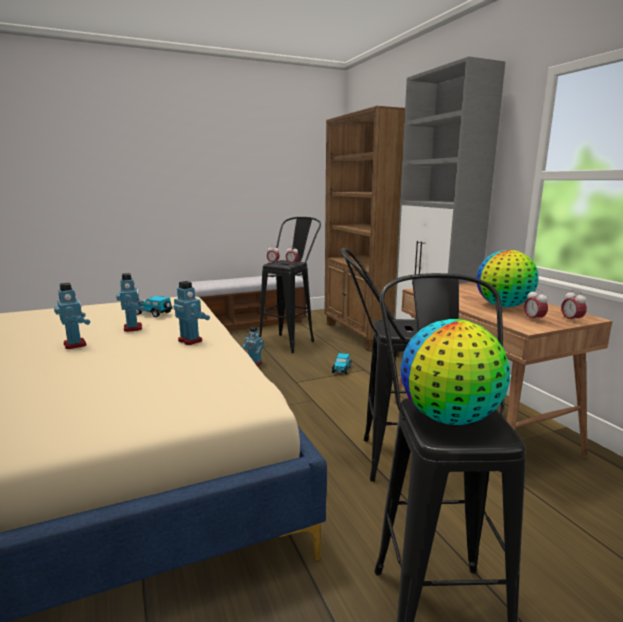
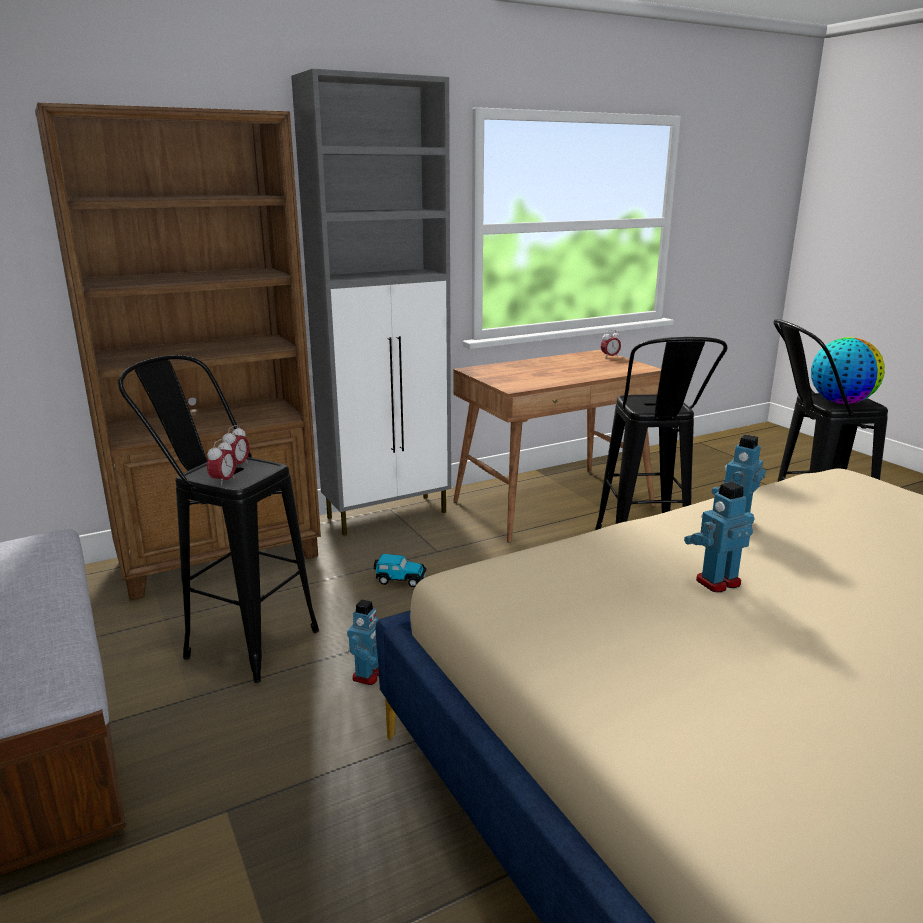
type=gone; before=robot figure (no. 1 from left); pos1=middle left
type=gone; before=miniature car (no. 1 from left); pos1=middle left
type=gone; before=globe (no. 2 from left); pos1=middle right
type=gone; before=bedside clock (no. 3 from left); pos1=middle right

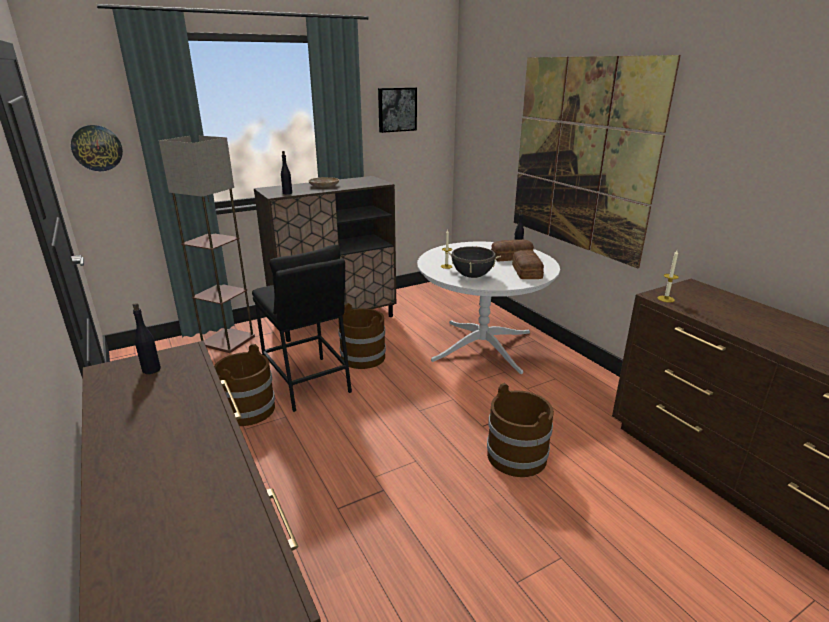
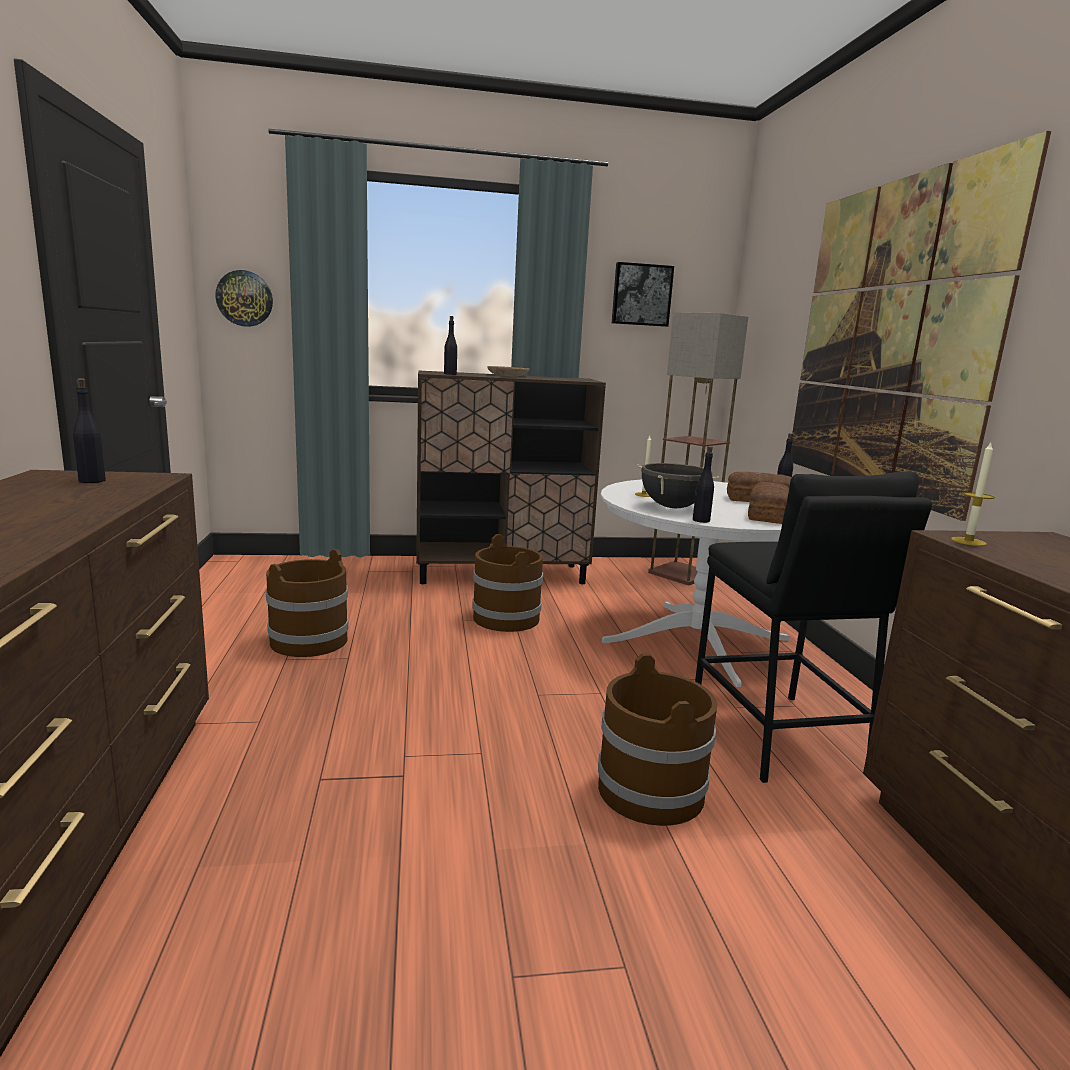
type=new; after=bottle in black (no. 3 from left); pos2=centre
type=shifted; before=standard lamp; pos1=middle left; pos2=centre
type=shifted; before=stool seat in black; pos1=centre; pos2=middle right

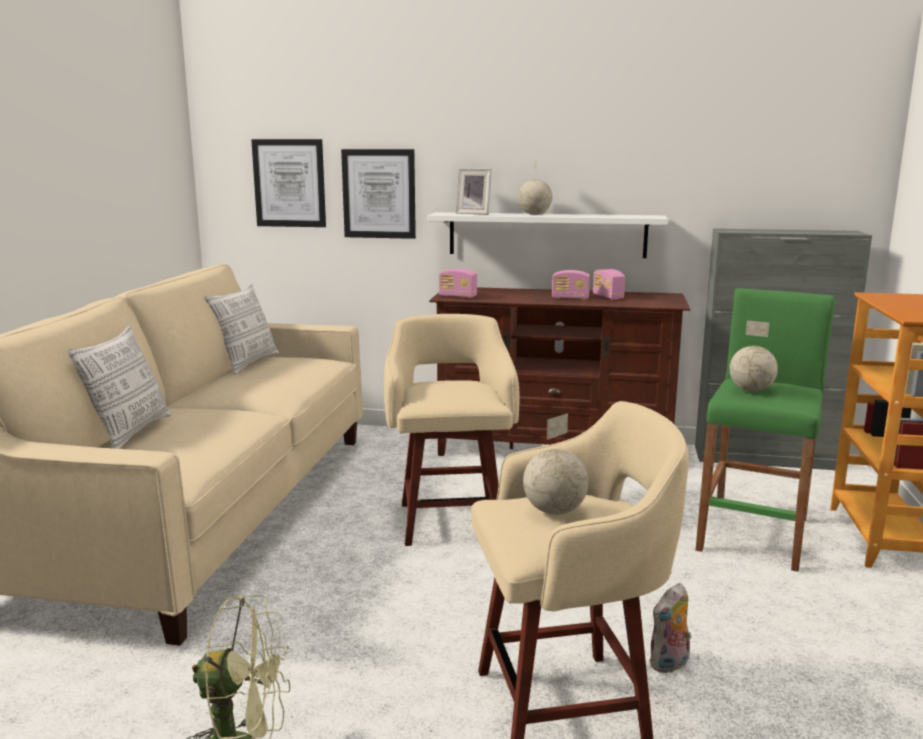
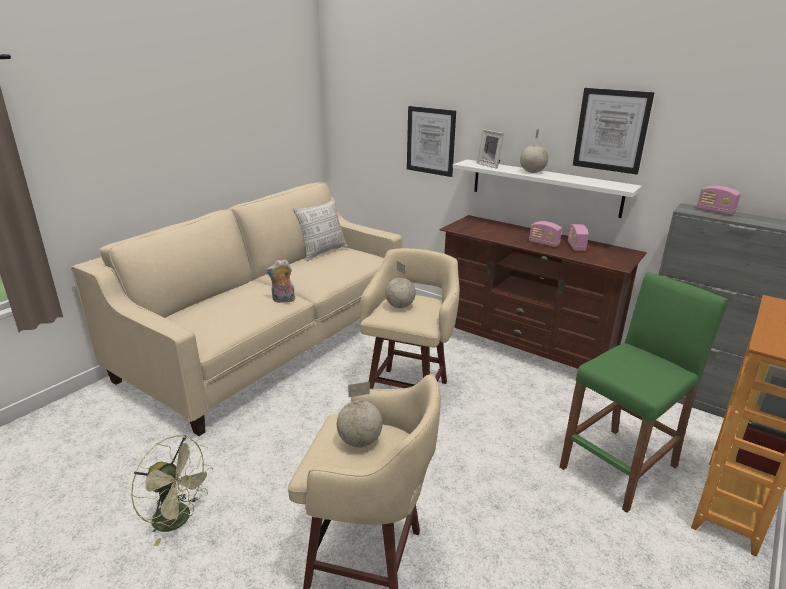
type=gone; before=pillow (no. 1 from left); pos1=middle left
type=shifted; before=picture (no. 1 from left in the first image); after=picture (no. 2 from left); pos1=top left; pos2=top right
type=shifted; before=radio receiver (no. 1 from left in the first image); after=radio receiver (no. 3 from left); pos1=centre; pos2=middle right
type=shifted; before=cuddly toy; pos1=bottom right; pos2=centre
type=shifted; before=globe (no. 3 from left in the first image); after=globe (no. 2 from left); pos1=middle right; pos2=centre

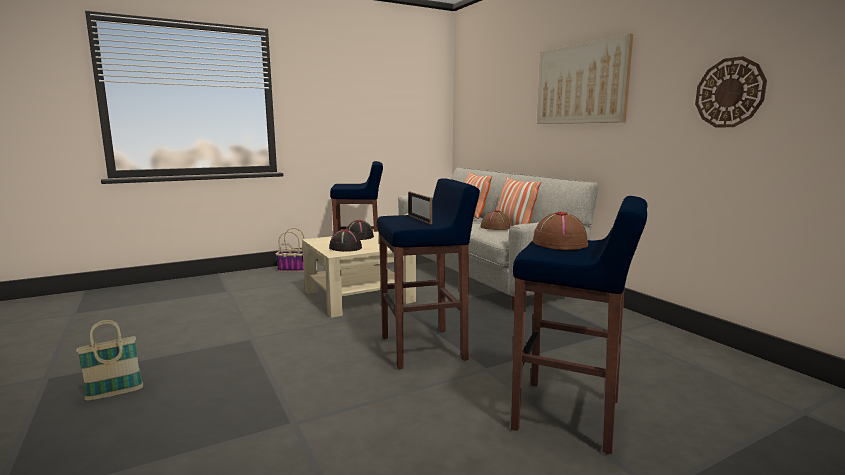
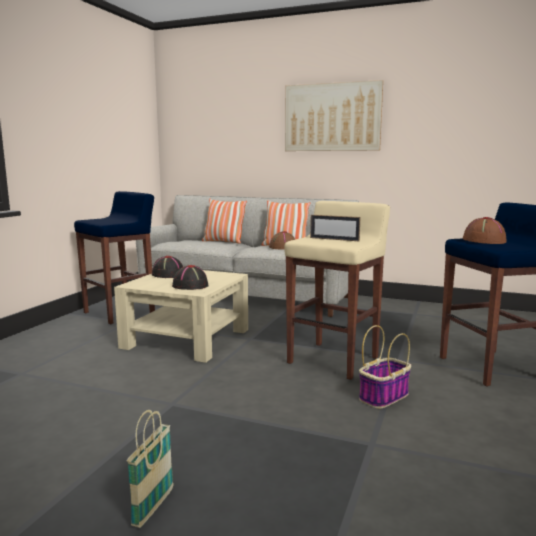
type=gone; before=clock on the wall; pos1=top right
type=shifted; before=household basket (no. 2 from left); pos1=centre; pos2=bottom right
type=repainted; before=stool seat in bluish (no. 2 from left); after=stool seat in beige-coloured; pos1=centre; pos2=centre

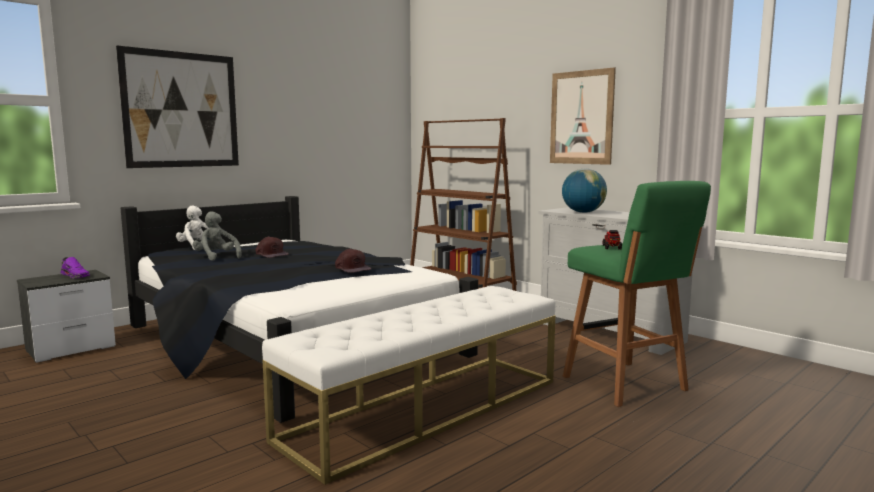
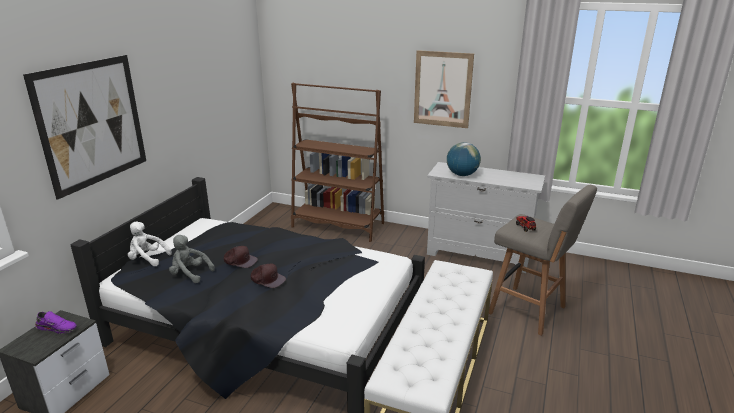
type=shifted; before=cap in brownish (no. 2 from left); pos1=centre; pos2=bottom centre
type=repainted; before=stool seat in greenish; after=stool seat in grey; pos1=middle right; pos2=middle right

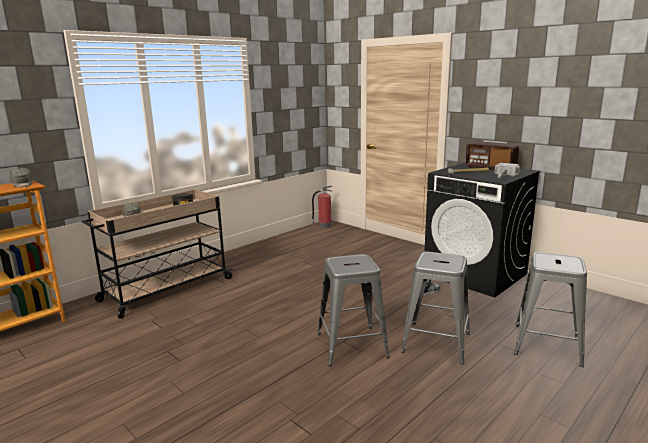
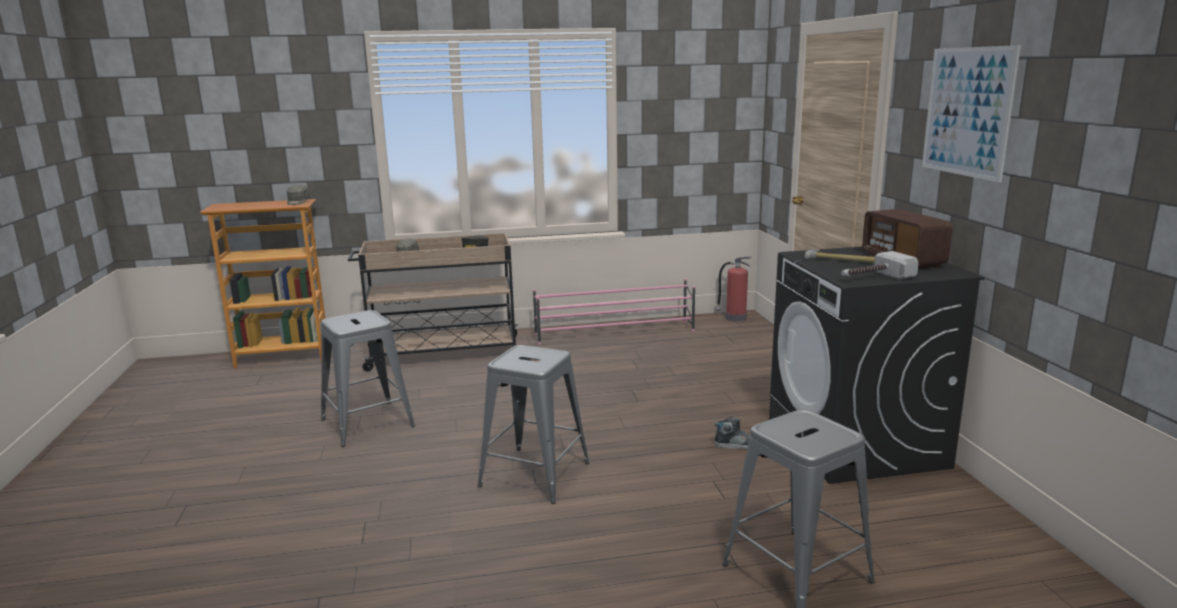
type=new; after=shoe stand in pinkish; pos2=centre
type=new; after=picture; pos2=top right
type=shifted; before=stool seat in grey (no. 2 from left in the first image); after=stool seat in grey (no. 1 from left); pos1=bottom right; pos2=middle left

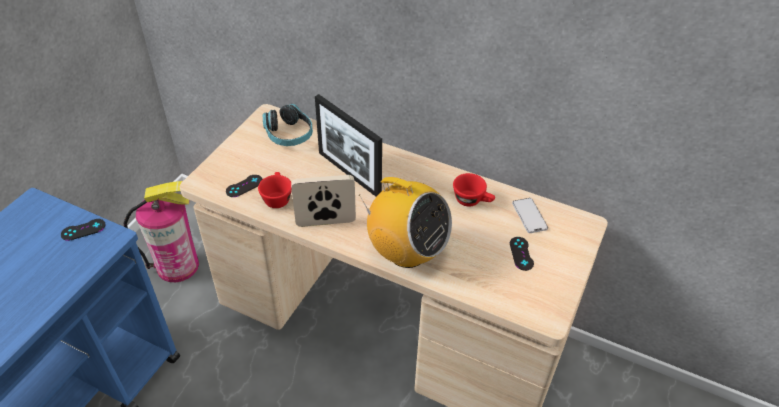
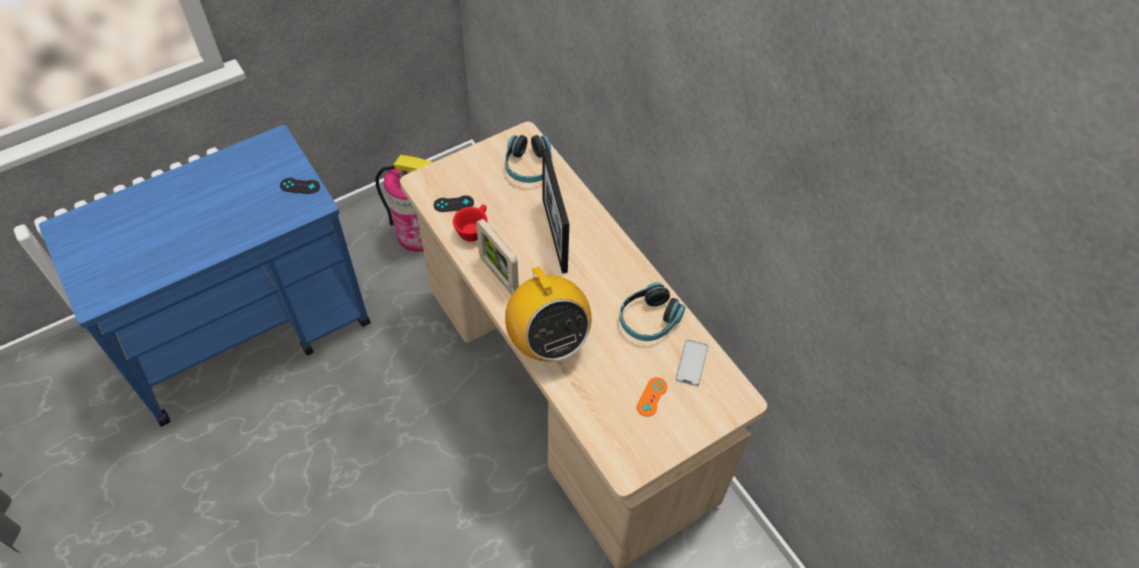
type=swapped; before=drinking cup in red (no. 2 from left); after=pair of headphones (no. 2 from left); pos1=centre; pos2=centre
type=repainted; before=joypad in black (no. 3 from left); after=joypad in orange-coloured; pos1=middle right; pos2=bottom centre
type=rotated; before=picture frame (no. 1 from left); pos1=centre; pos2=centre; turn=-150

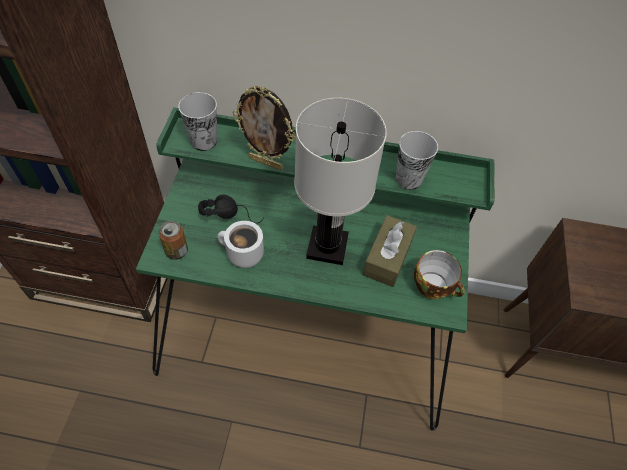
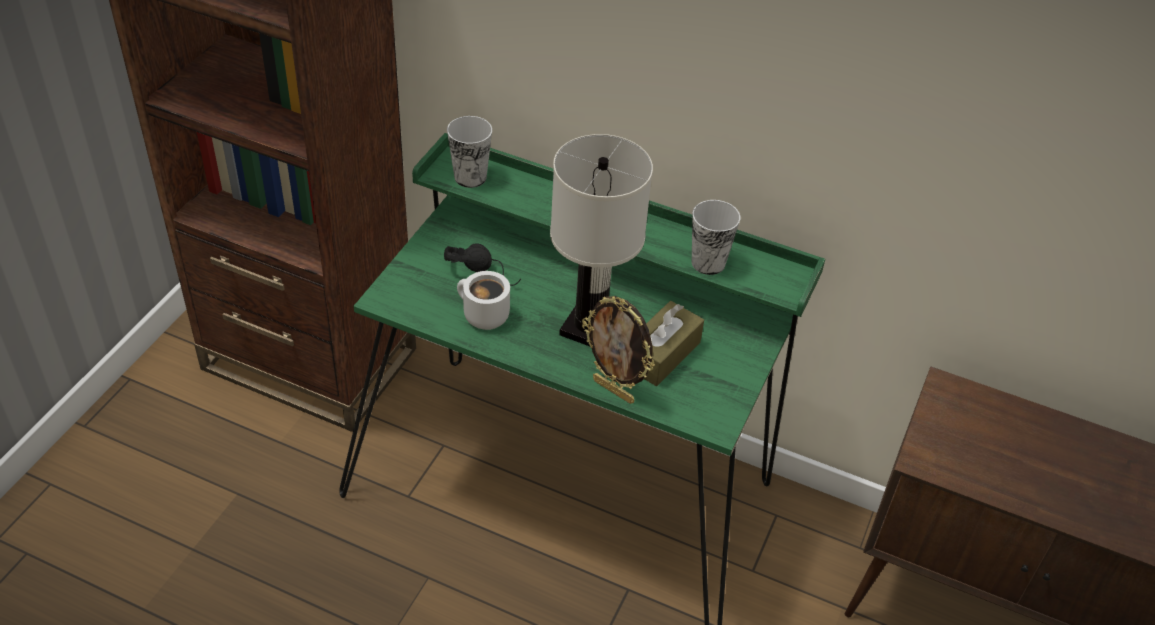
type=gone; before=metal can; pos1=middle left
type=gone; before=drinking cup (no. 3 from left); pos1=middle right
type=shifted; before=picture frame; pos1=top centre; pos2=centre

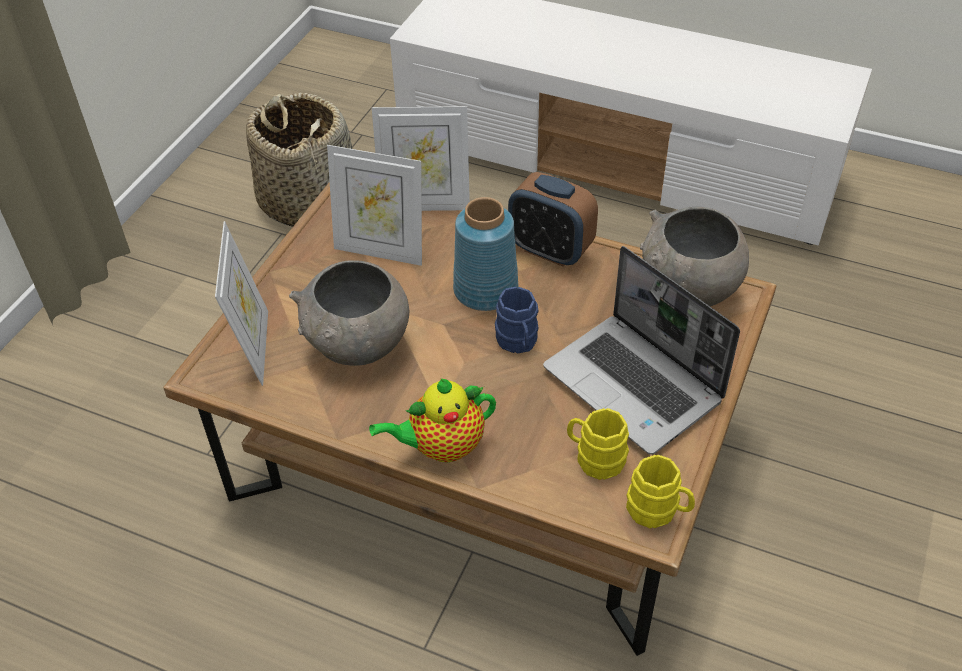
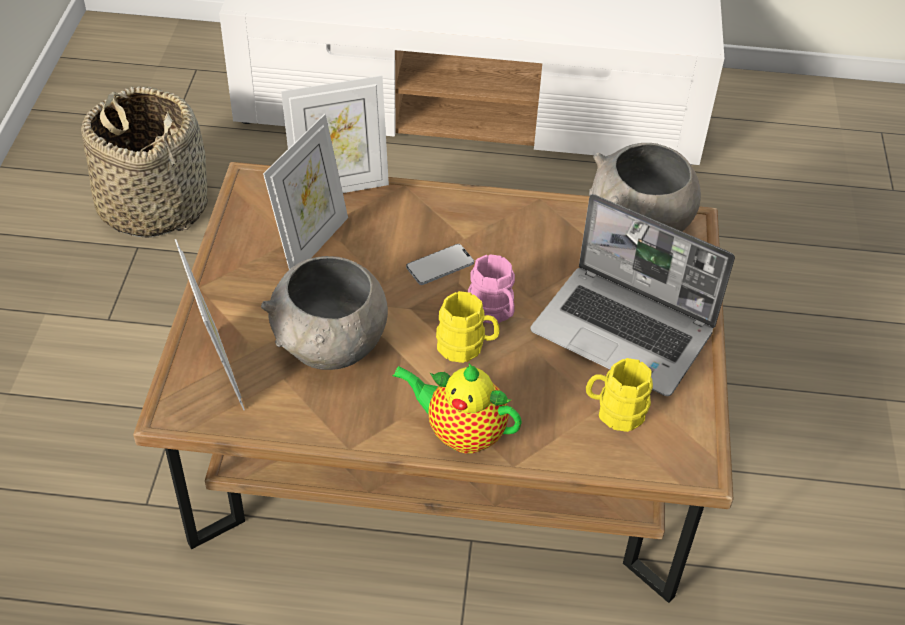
type=gone; before=bedside clock; pos1=top centre
type=shifted; before=tea mug in yellow-coloured (no. 2 from left in the first image); after=tea mug in yellow-coloured (no. 1 from left); pos1=bottom right; pos2=centre
type=swapped; before=vase in bluish; after=handset; pos1=centre; pos2=centre
type=repainted; before=tea mug in bluish; after=tea mug in pinkish; pos1=centre; pos2=centre
type=rotated; before=picture frame (no. 2 from left); pos1=top centre; pos2=top centre; turn=-60
type=rotated; before=tea pot; pos1=centre; pos2=centre; turn=60

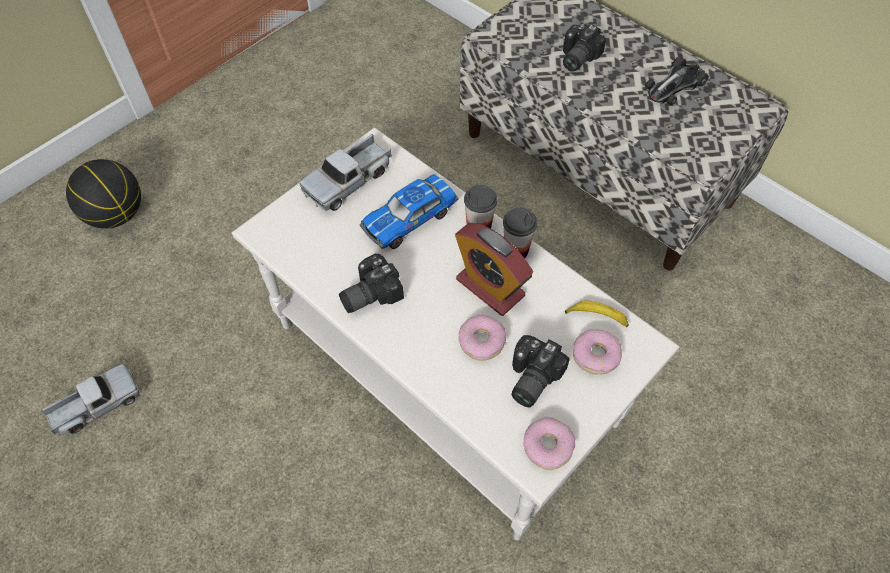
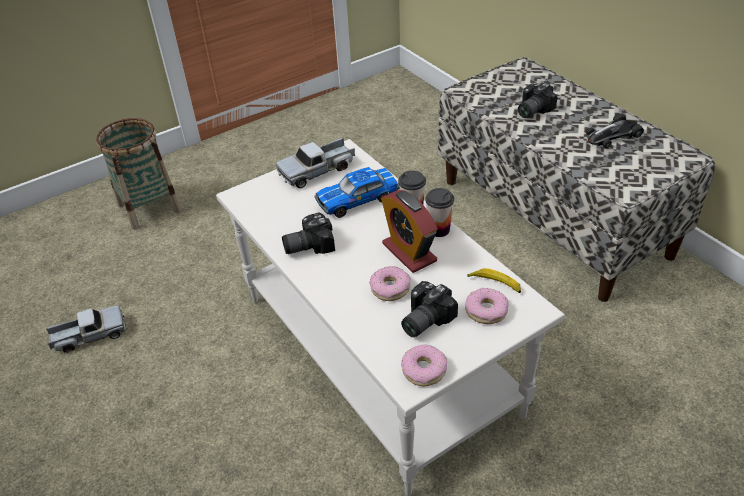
type=swapped; before=basketball ball; after=household basket; pos1=middle left; pos2=middle left

